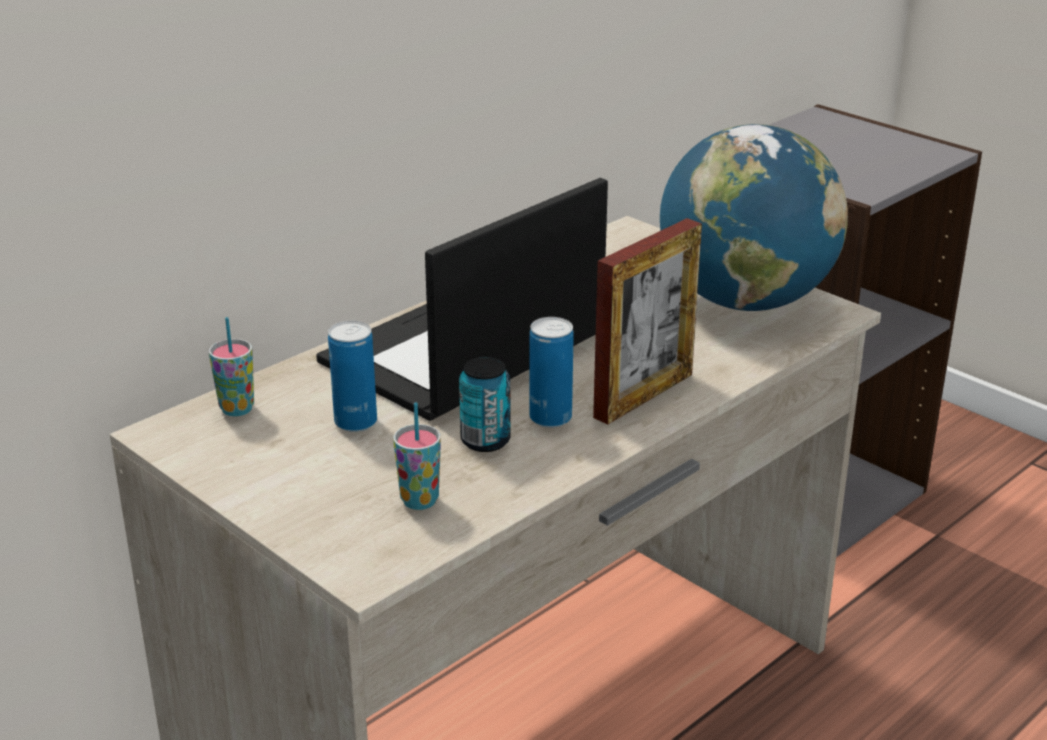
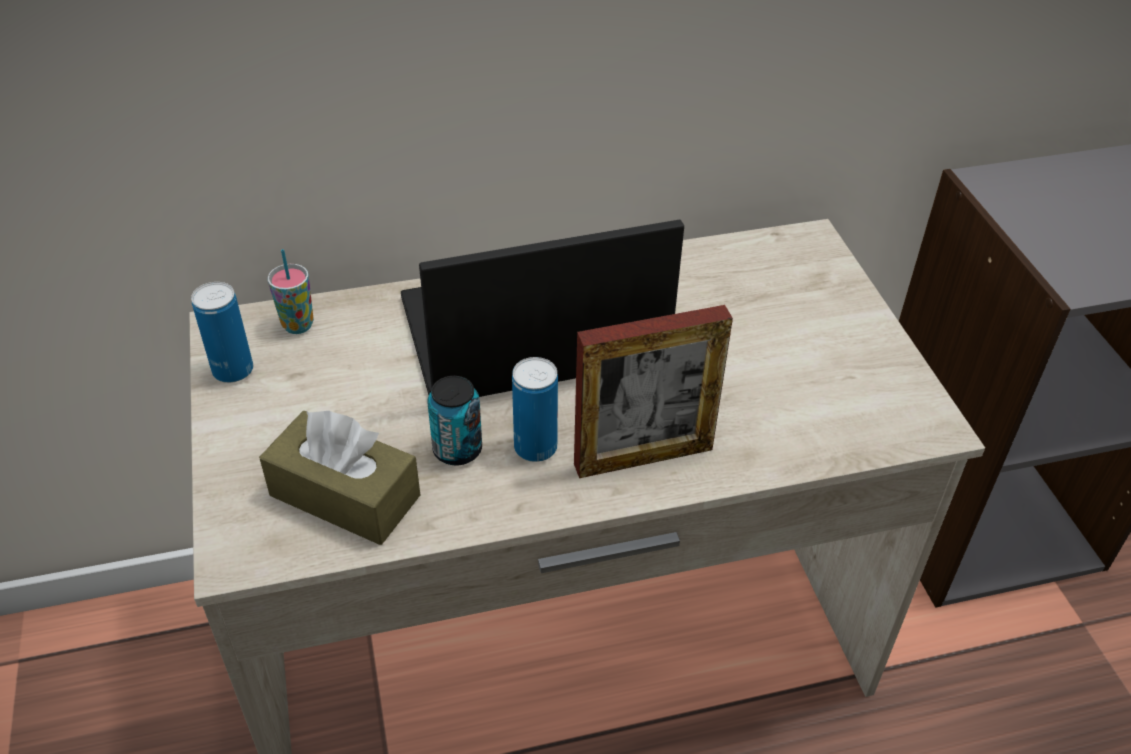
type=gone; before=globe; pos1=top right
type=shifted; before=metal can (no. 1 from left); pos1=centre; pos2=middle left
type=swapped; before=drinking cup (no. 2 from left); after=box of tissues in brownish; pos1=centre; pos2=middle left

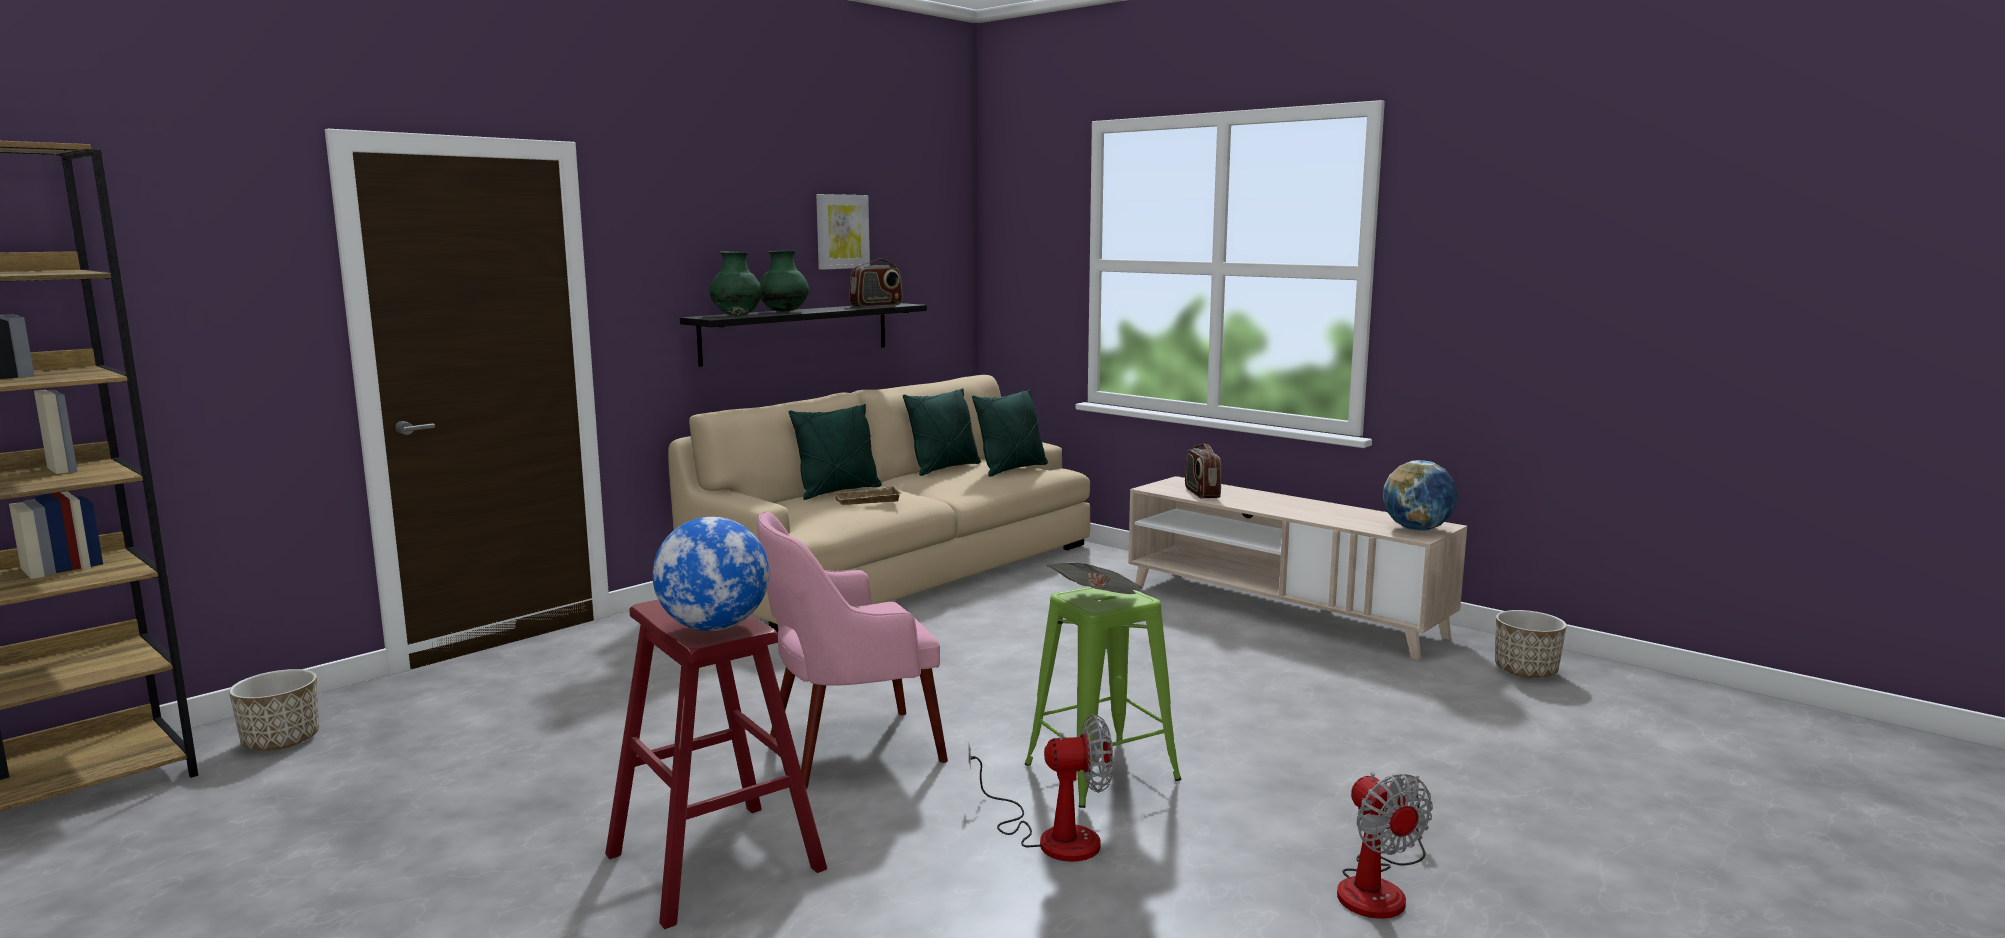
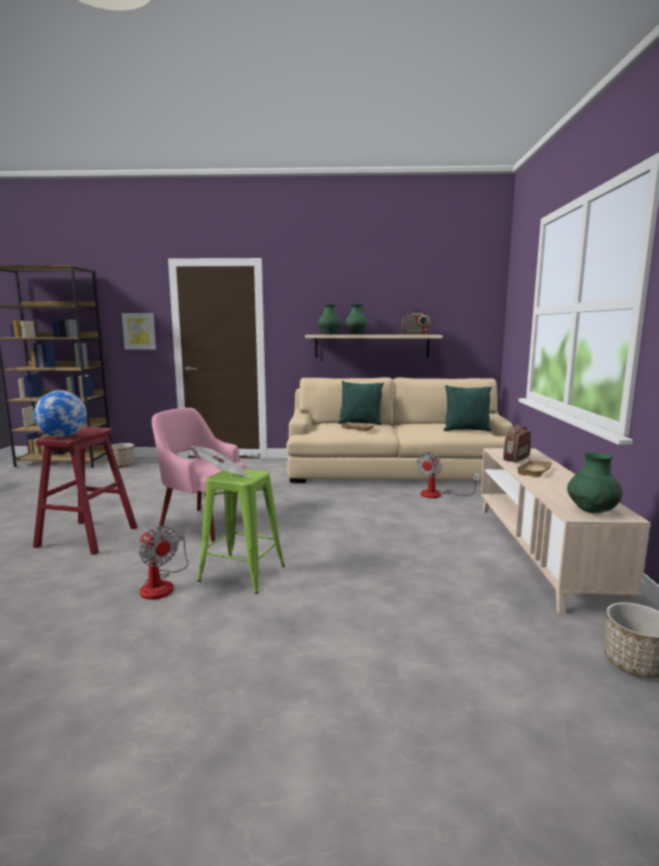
type=gone; before=pillow in greenish (no. 2 from left); pos1=centre
type=new; after=tray in beige-coloured (no. 2 from left); pos2=middle right
type=shifted; before=picture; pos1=top centre; pos2=middle left
type=shifted; before=cooling fan (no. 2 from left); pos1=bottom right; pos2=middle right
type=swapped; before=globe (no. 2 from left); after=vase in greenish (no. 3 from left); pos1=middle right; pos2=middle right
type=repainted; before=bracket shelf in black; after=bracket shelf in beige-coloured; pos1=centre; pos2=centre

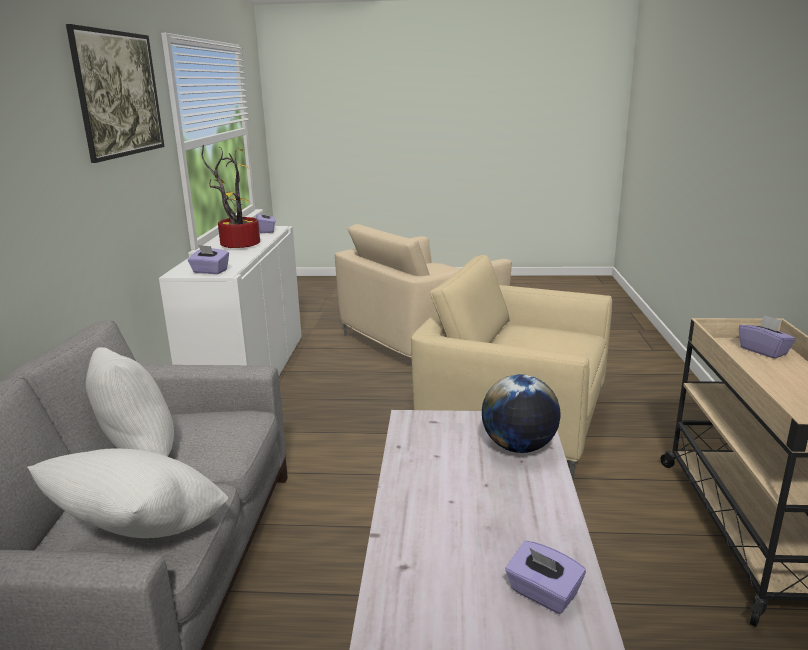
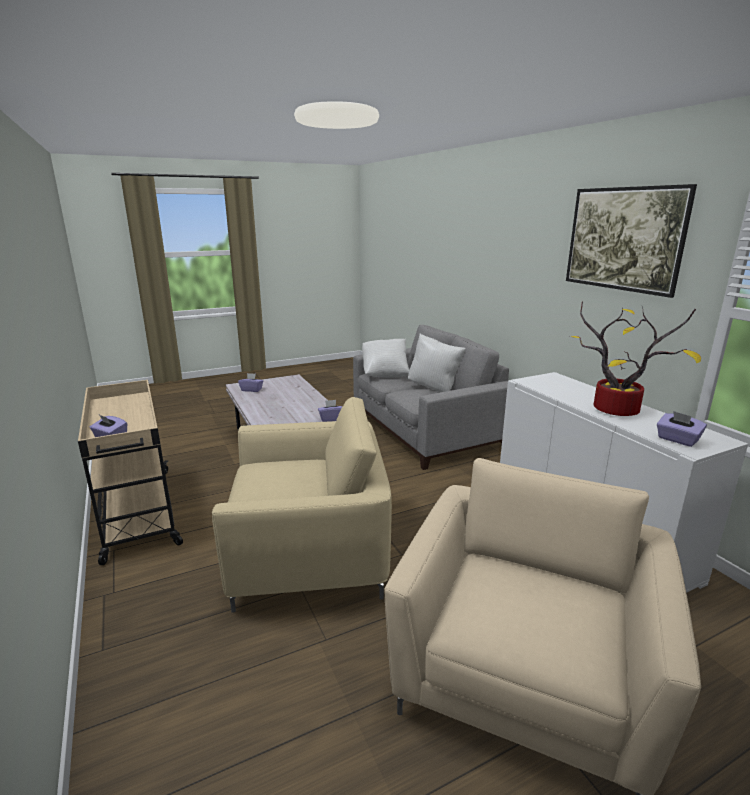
type=gone; before=globe; pos1=centre
type=shifted; before=box of tissues in purple-coloured (no. 1 from left in the first image); after=box of tissues in purple-coloured (no. 3 from left); pos1=middle left; pos2=centre

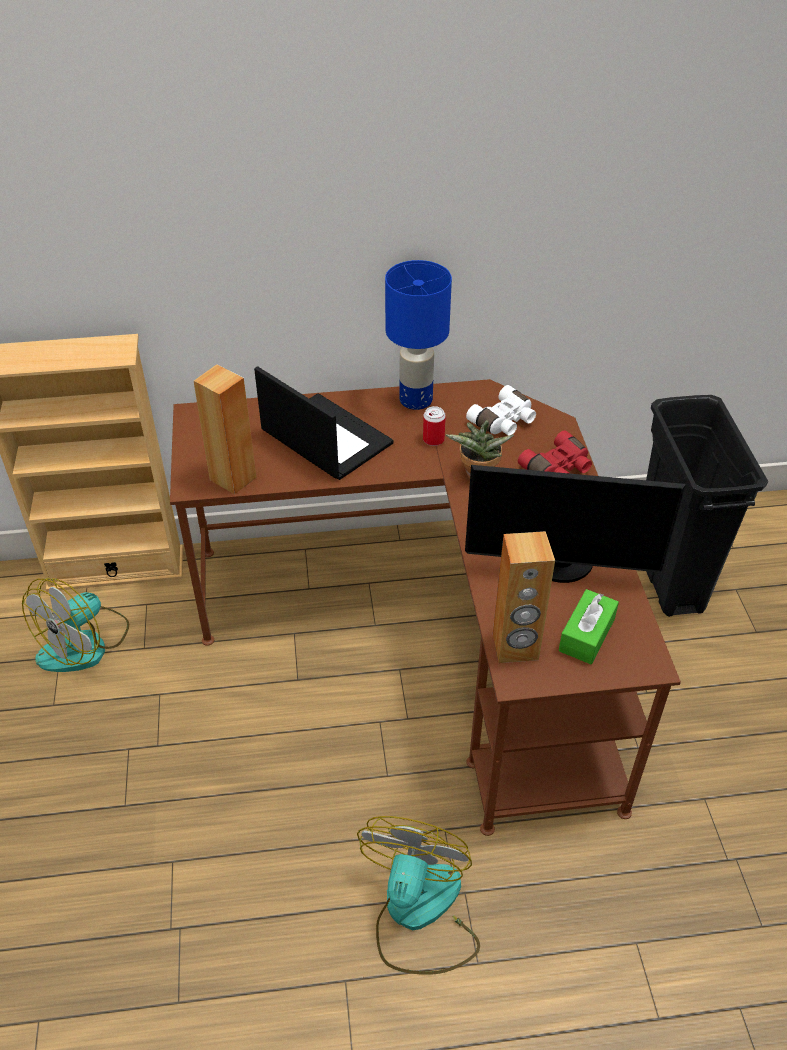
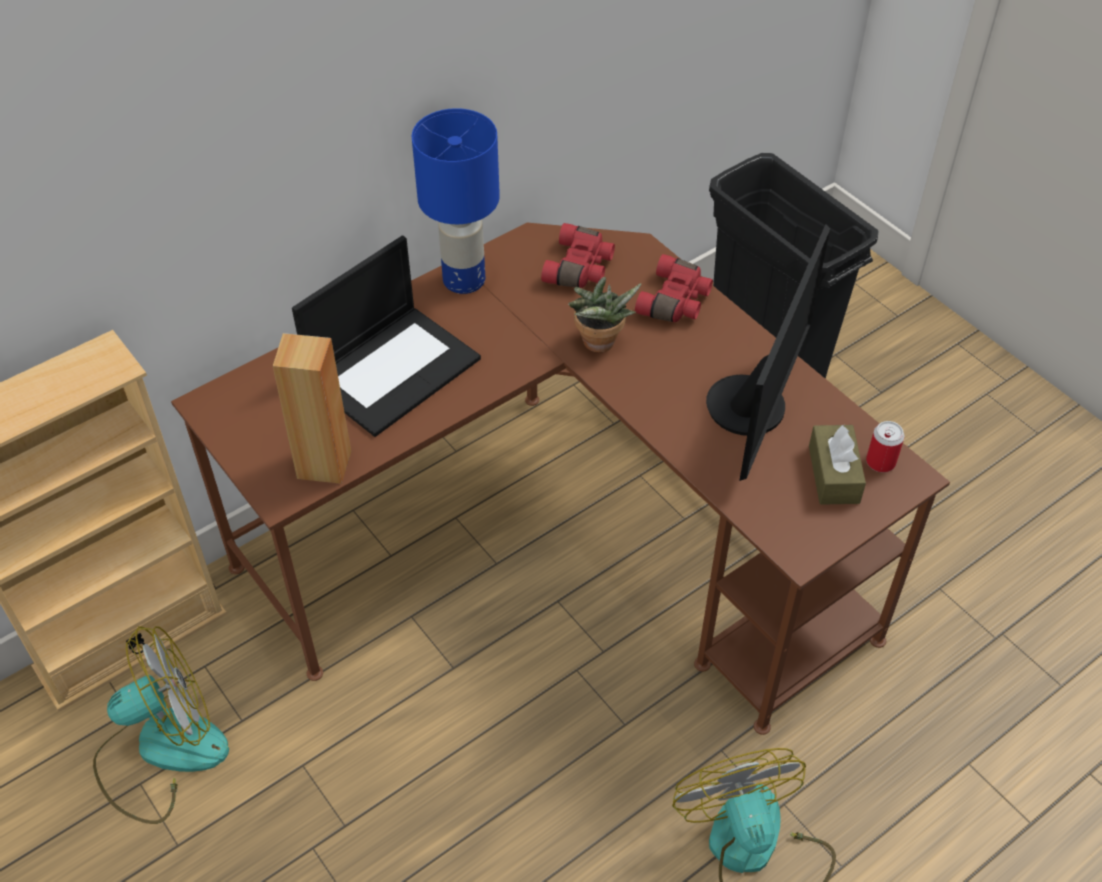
type=gone; before=audio speaker in brownish (no. 2 from left); pos1=centre
type=shifted; before=metal can; pos1=centre; pos2=middle right
type=repainted; before=binoculars in white-coloured; after=binoculars in red (no. 1 from left); pos1=centre; pos2=top centre
type=repainted; before=box of tissues in greenish; after=box of tissues in brownish; pos1=middle right; pos2=middle right
type=rotated; before=cooling fan (no. 1 from left); pos1=middle left; pos2=bottom left; turn=-120
type=rotated; before=portable computer; pos1=centre; pos2=centre; turn=120
type=rotated; before=computer display; pos1=middle right; pos2=middle right; turn=-45

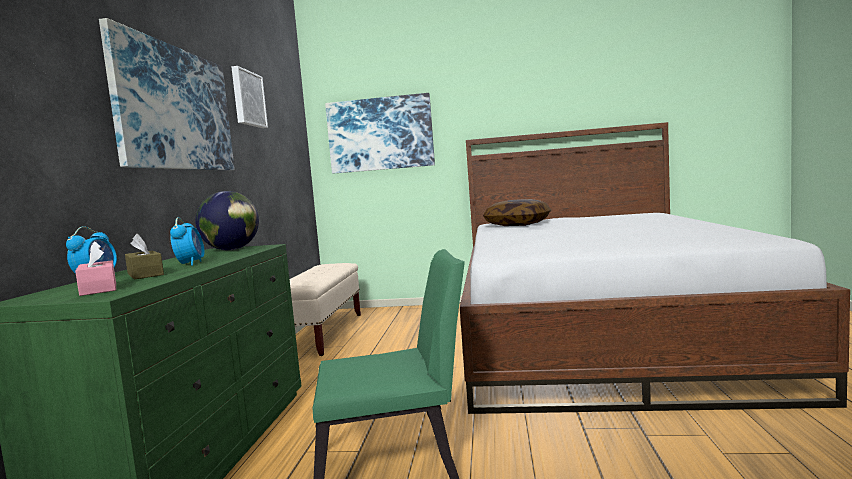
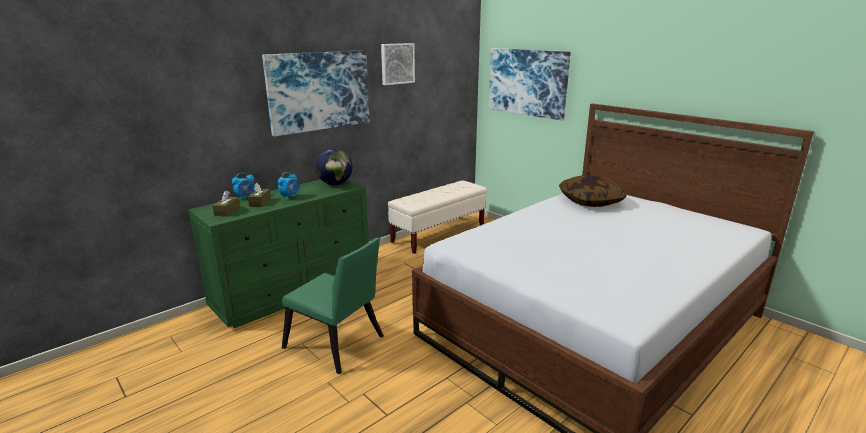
type=repainted; before=box of tissues in pinkish; after=box of tissues in brownish (no. 1 from left); pos1=middle left; pos2=middle left

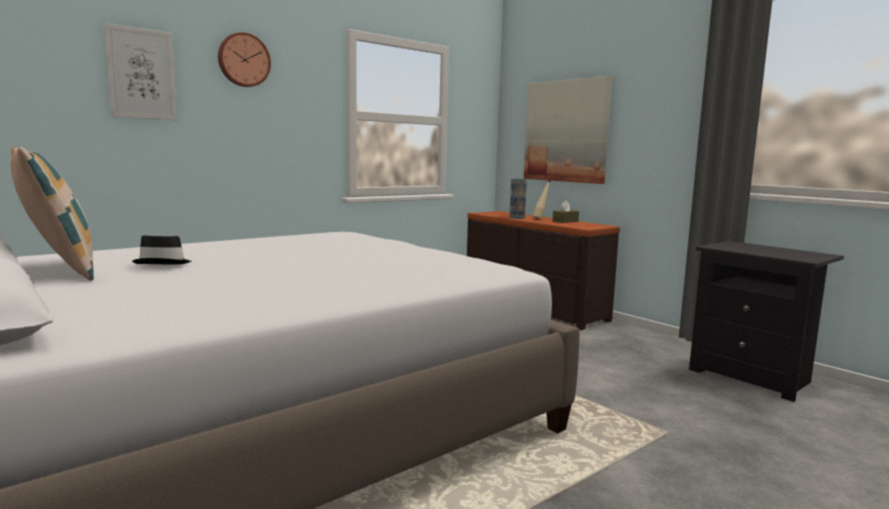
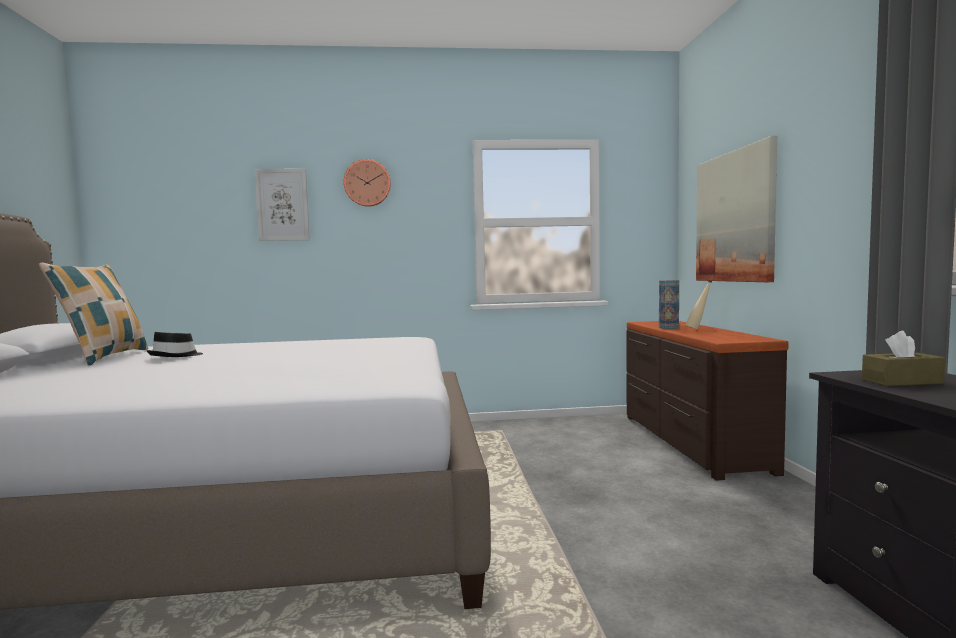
type=shifted; before=box of tissues in brownish; pos1=centre; pos2=middle right

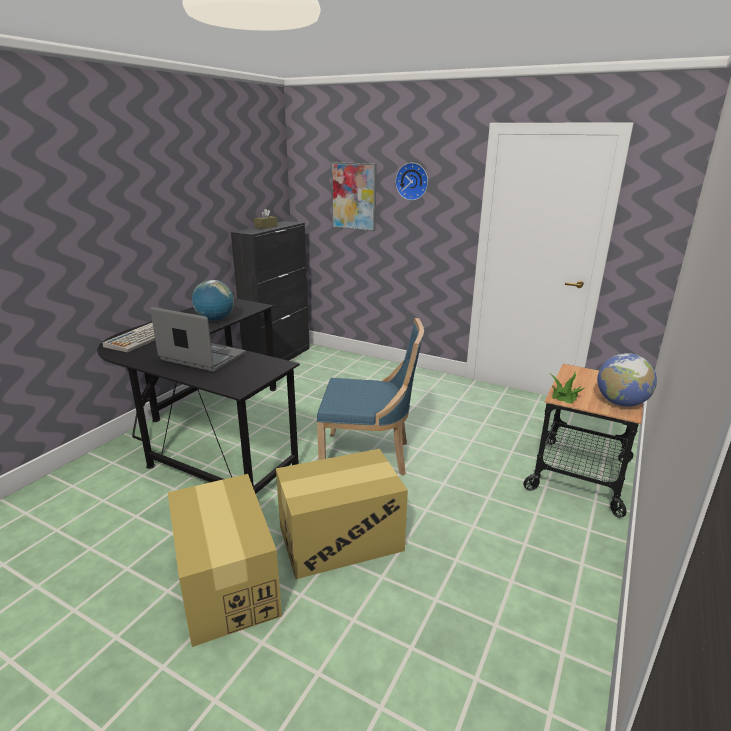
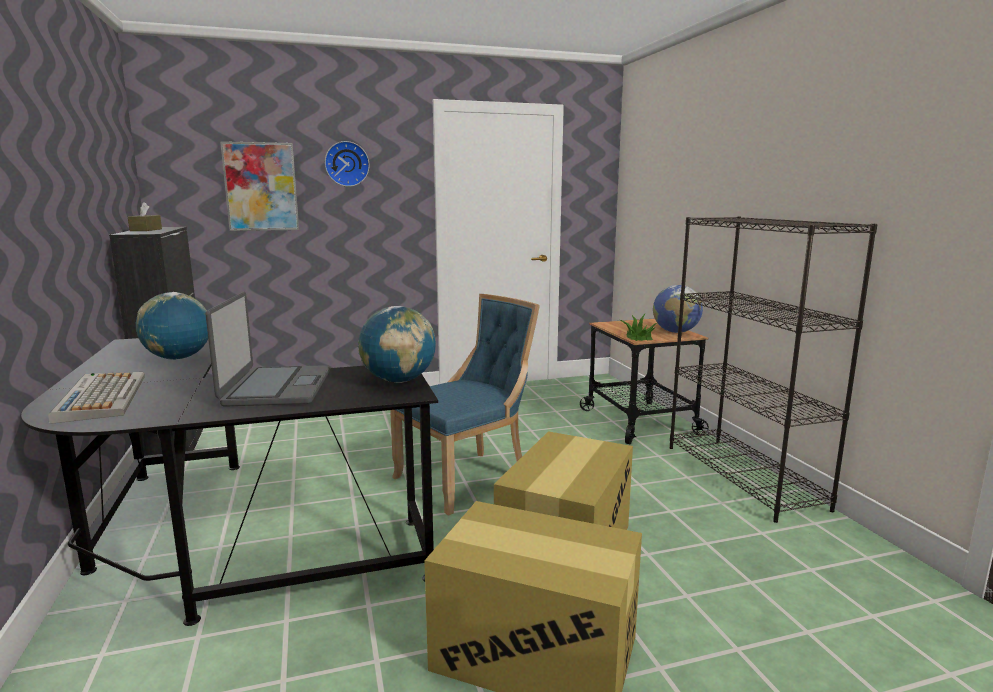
type=new; after=globe (no. 2 from left); pos2=centre
type=new; after=bookcase in black; pos2=middle right
type=rotated; before=portable computer; pos1=middle left; pos2=middle left; turn=105

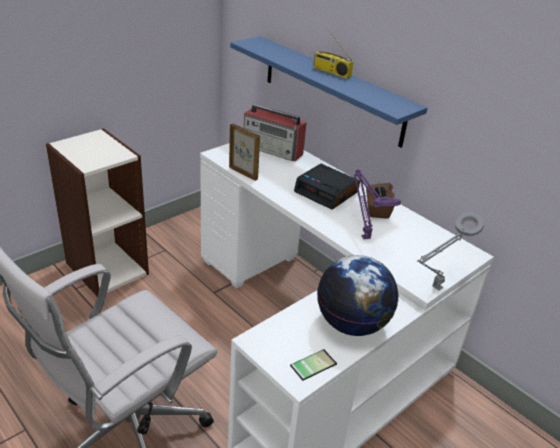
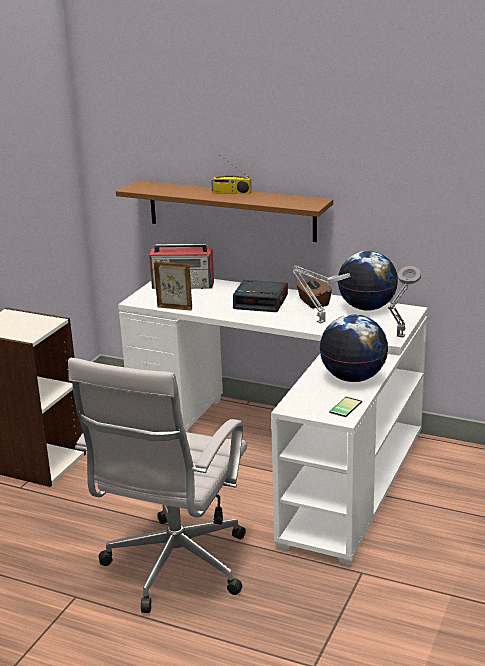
type=new; after=globe (no. 2 from left); pos2=middle right
type=repainted; before=bracket shelf in bluish; after=bracket shelf in brownish; pos1=top centre; pos2=top centre
type=repainted; before=tabletop lamp in purple-coloured; after=tabletop lamp in grey (no. 1 from left); pos1=middle right; pos2=centre

